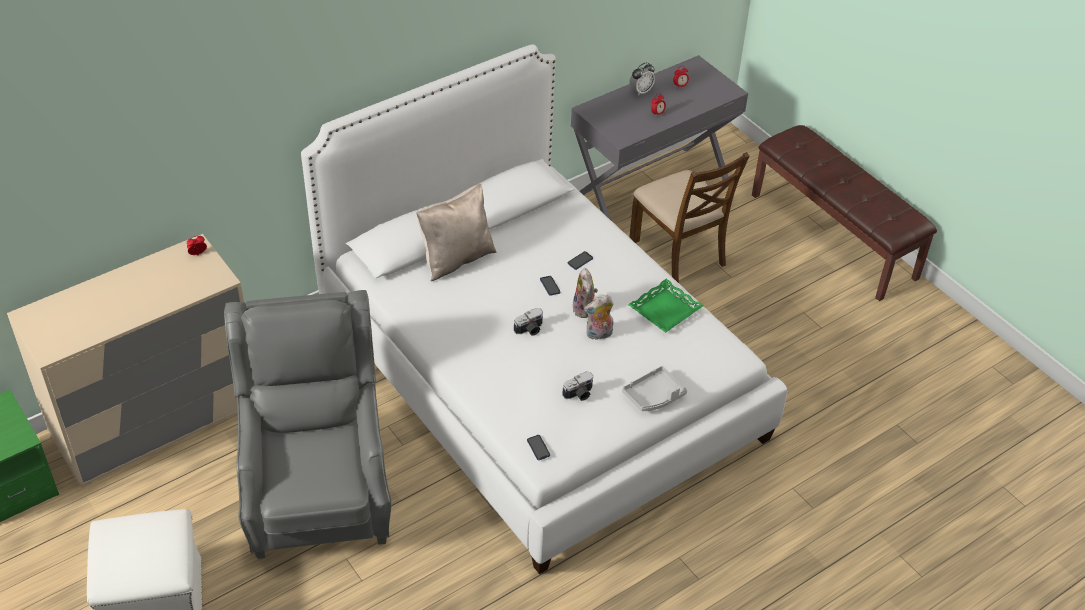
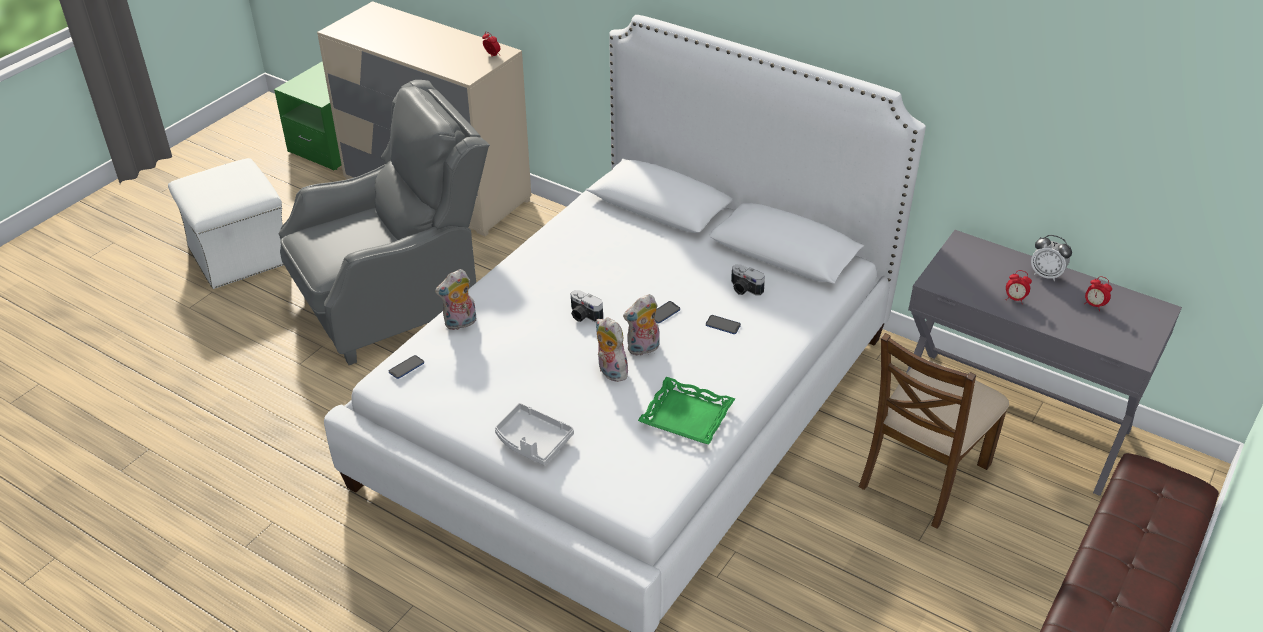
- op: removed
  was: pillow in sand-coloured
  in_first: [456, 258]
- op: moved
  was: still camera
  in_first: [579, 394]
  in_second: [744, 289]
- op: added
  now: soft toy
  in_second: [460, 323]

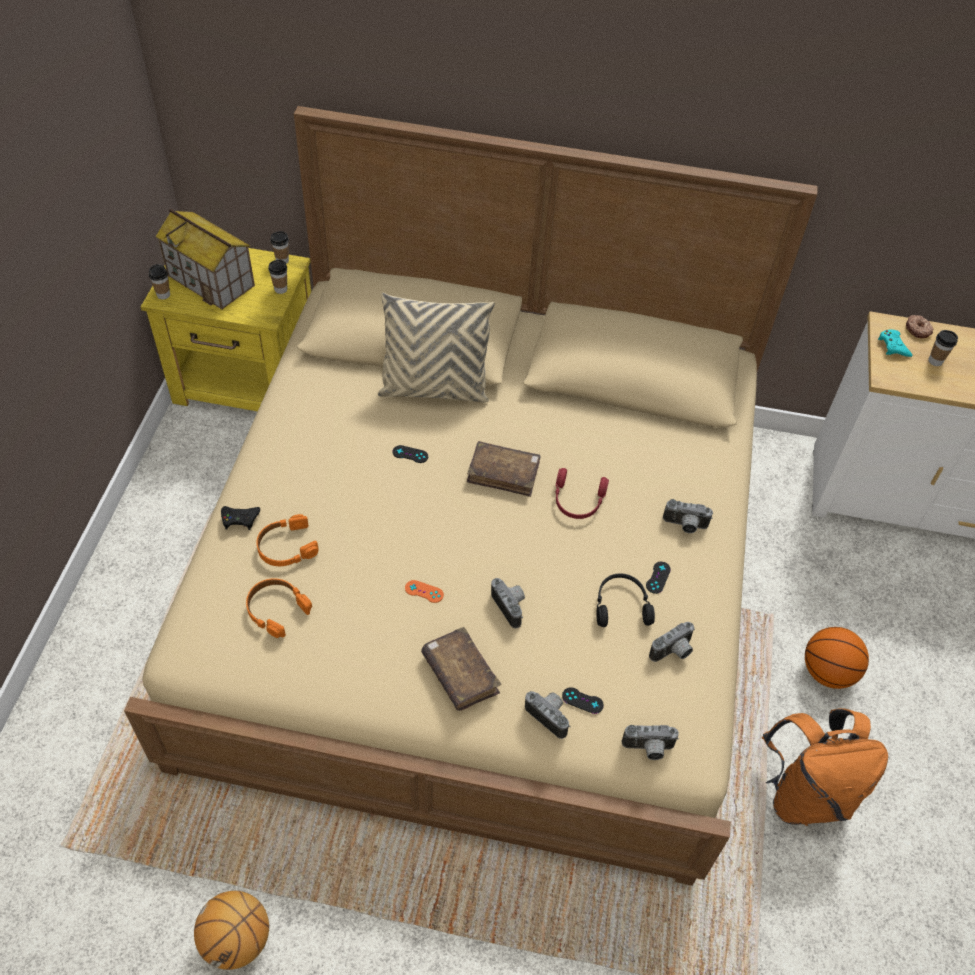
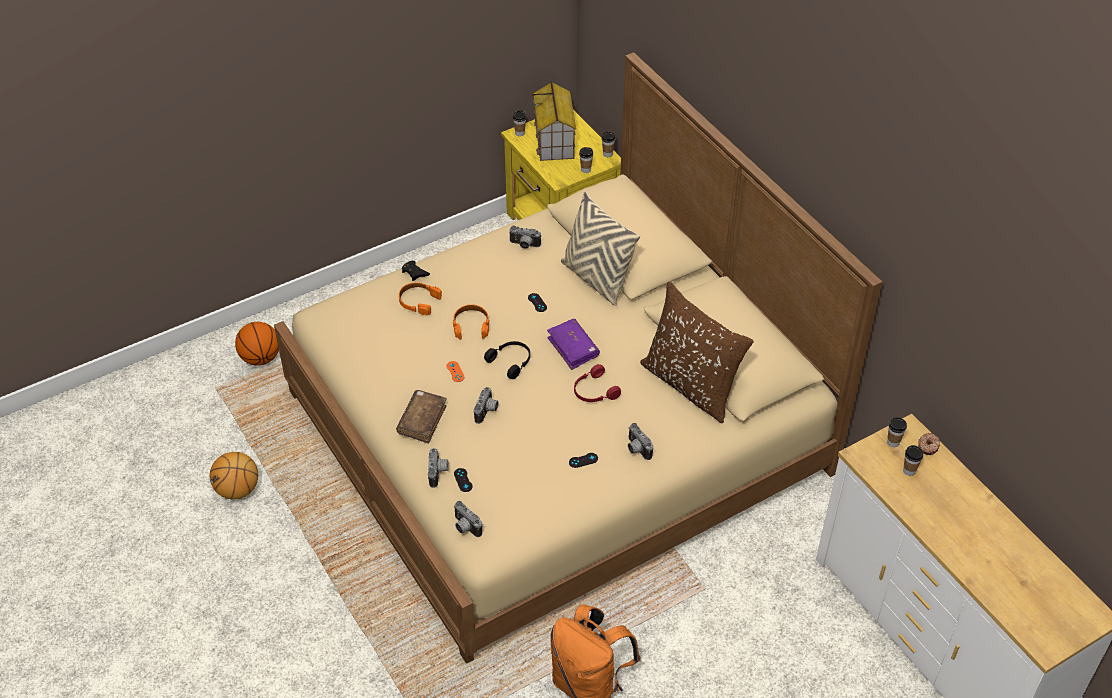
- op: moved
  was: headphones in orange
  in_first: [276, 609]
  in_second: [471, 325]
- op: recoloured
  was: bound book in brown-coloured
  now: bound book in purple-coloured
  in_first: [503, 474]
  in_second: [573, 348]
- op: moved
  was: headphones in black-coloured
  in_first: [621, 605]
  in_second: [511, 361]
- op: moved
  was: still camera
  in_first: [673, 652]
  in_second: [524, 245]
- op: moved
  was: basketball
  in_first: [827, 672]
  in_second: [260, 358]
- op: replaced
  was: game controller in turquoise-coloured
  now: small cup
  in_first: [893, 346]
  in_second: [893, 442]
- op: added
  now: pillow in brown-coloured
  in_second: [691, 385]

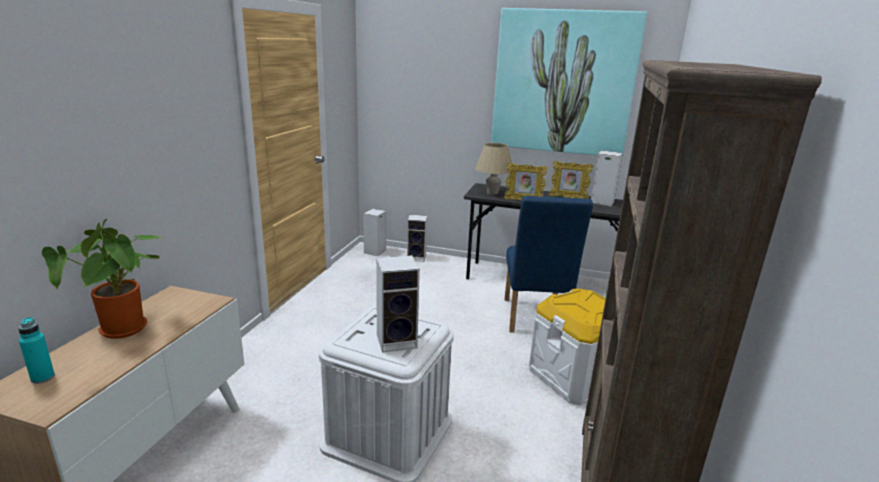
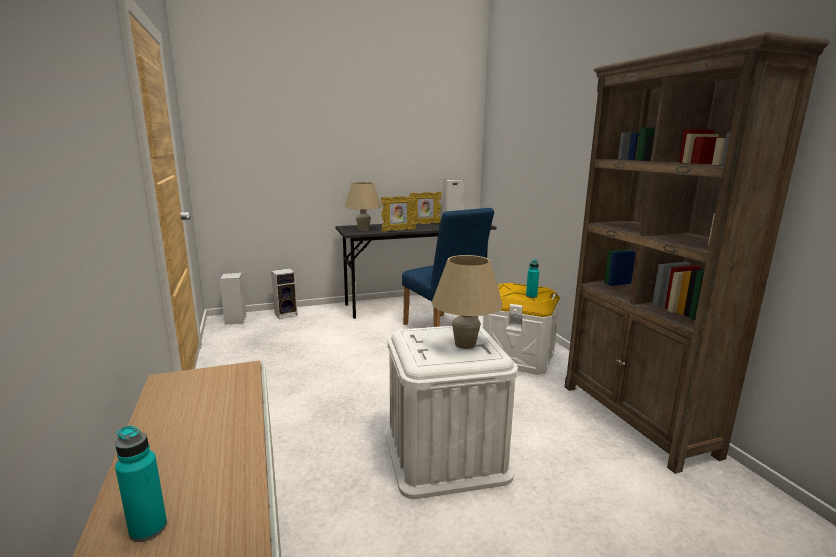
- op: removed
  was: plant in a pot
  in_first: [126, 331]
- op: replaced
  was: speaker
  now: table lamp in sand-coloured
  in_first: [398, 340]
  in_second: [465, 344]
- op: removed
  was: wall art
  in_first: [563, 83]
- op: added
  now: beverage bottle in turquoise-coloured
  in_second: [531, 296]

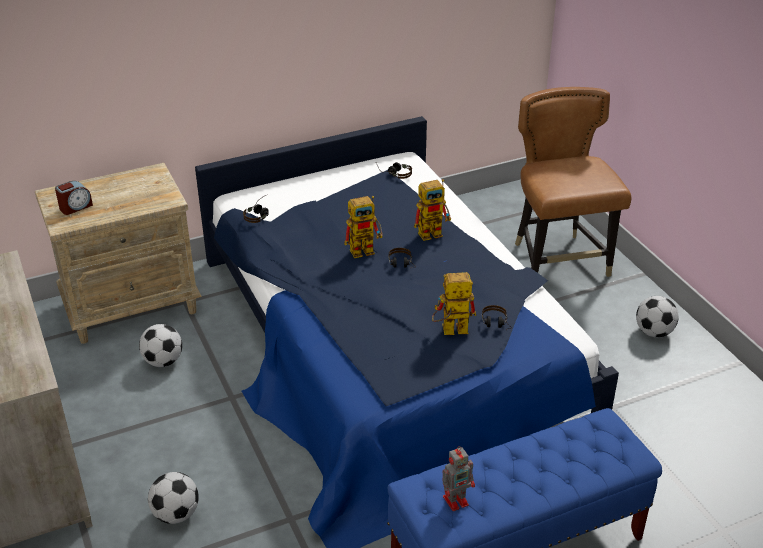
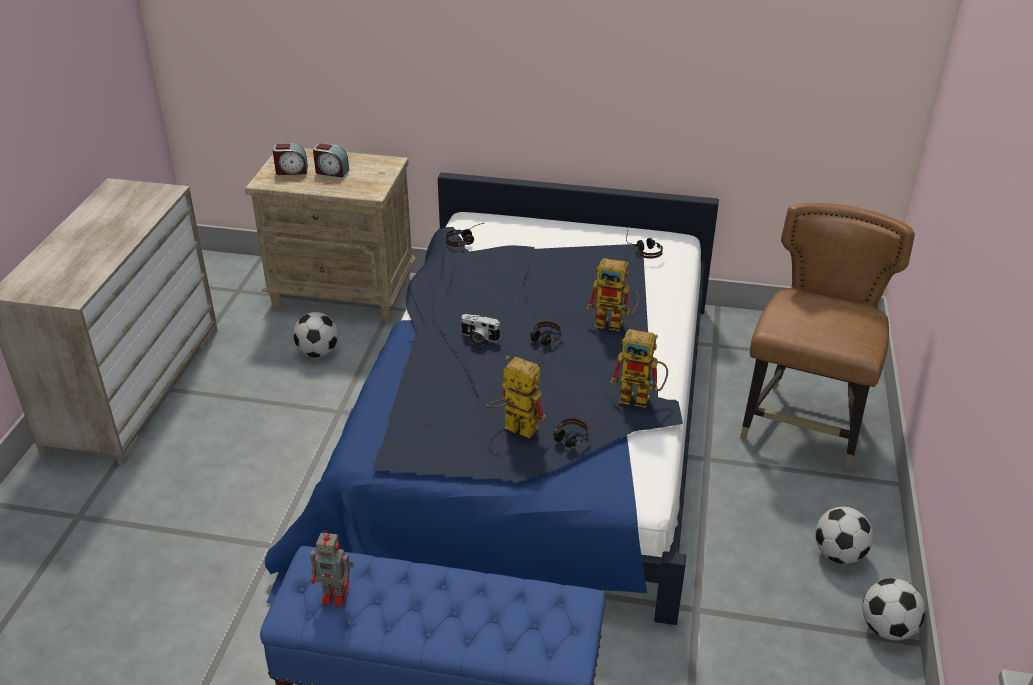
- op: moved
  was: football ball
  in_first: [176, 514]
  in_second: [887, 628]
- op: moved
  was: toy robot
  in_first: [366, 249]
  in_second: [641, 398]
- op: added
  now: alarm clock
  in_second: [331, 172]
- op: added
  now: still camera
  in_second: [478, 339]

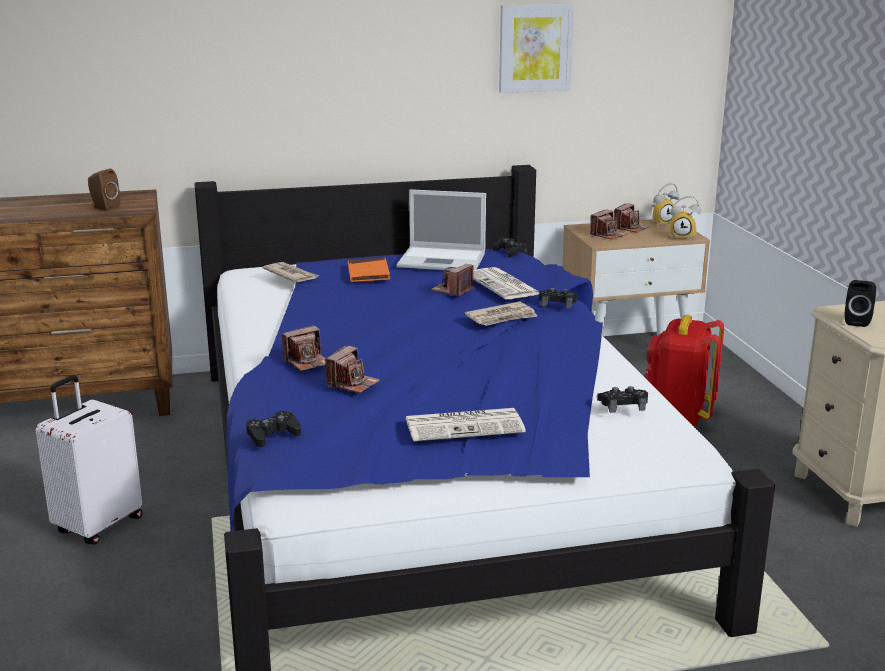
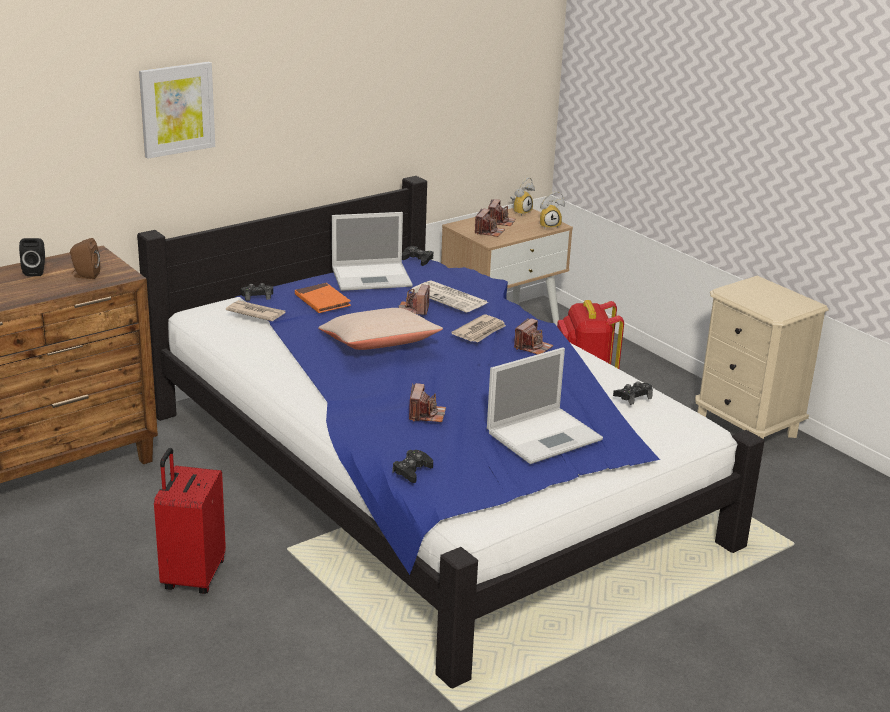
- op: recoloured
  was: suitcase in whitish
  now: suitcase in reddish
  in_first: [97, 525]
  in_second: [192, 576]
- op: moved
  was: still camera
  in_first: [307, 362]
  in_second: [533, 347]
- op: replaced
  was: daily paper
  now: notebook computer
  in_first: [465, 425]
  in_second: [545, 435]
- op: moved
  was: wall art
  in_first: [535, 48]
  in_second: [176, 109]
- op: moved
  was: game controller in black-coloured
  in_first: [557, 303]
  in_second: [257, 296]
- op: moved
  was: speaker in black-coloured
  in_first: [856, 321]
  in_second: [35, 271]
- op: added
  now: pillow in sand-coloured
  in_second: [379, 346]

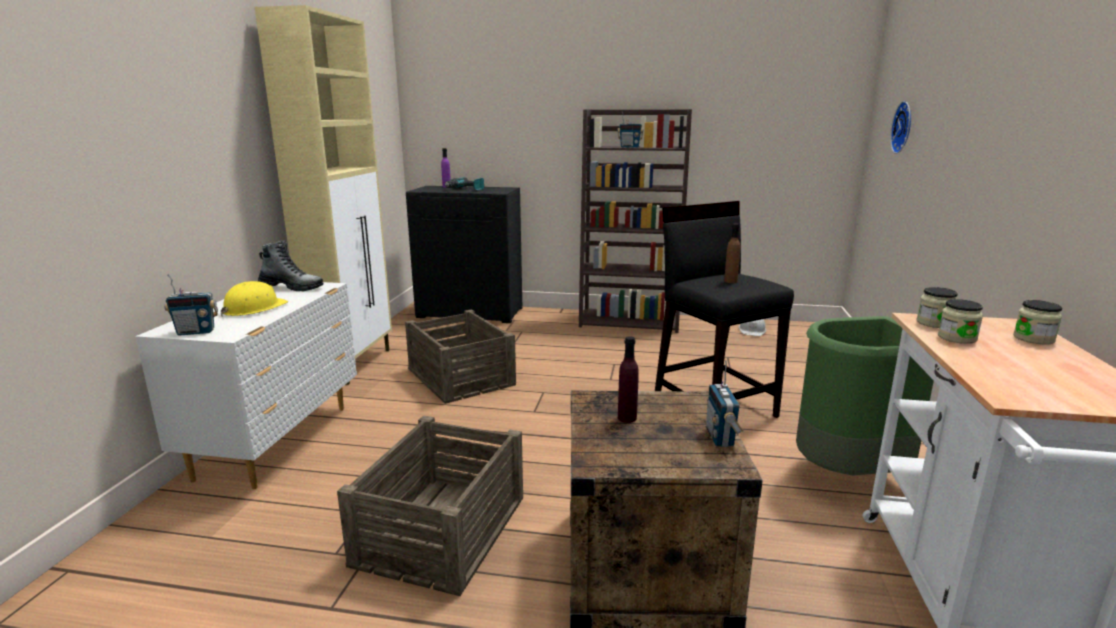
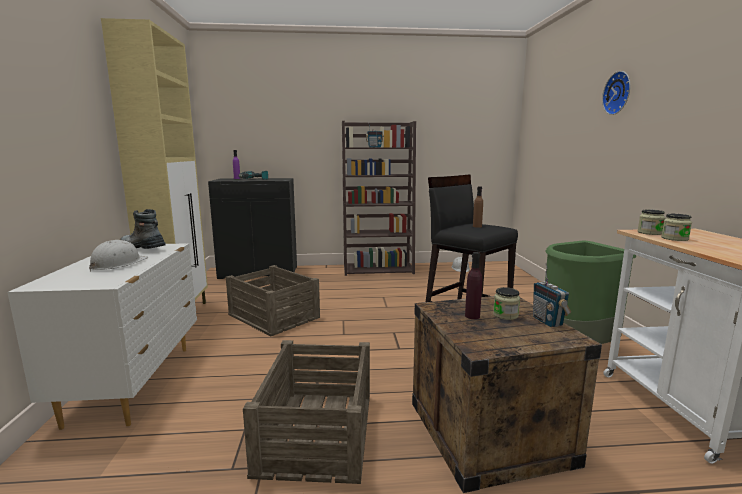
- op: removed
  was: radio
  in_first: [196, 332]
- op: recoloured
  was: work helmet in yellowish
  now: work helmet in whitish
  in_first: [254, 309]
  in_second: [118, 264]
- op: turned
  was: tall boot
  in_first: [292, 287]
  in_second: [142, 248]
  clockwise: -150
- op: moved
  was: wall clock
  in_first: [904, 127]
  in_second: [619, 93]
- op: moved
  was: jar
  in_first: [1033, 339]
  in_second: [505, 315]

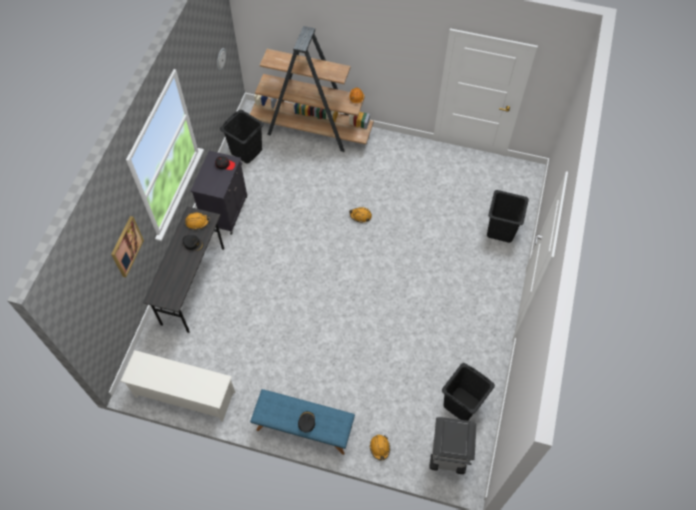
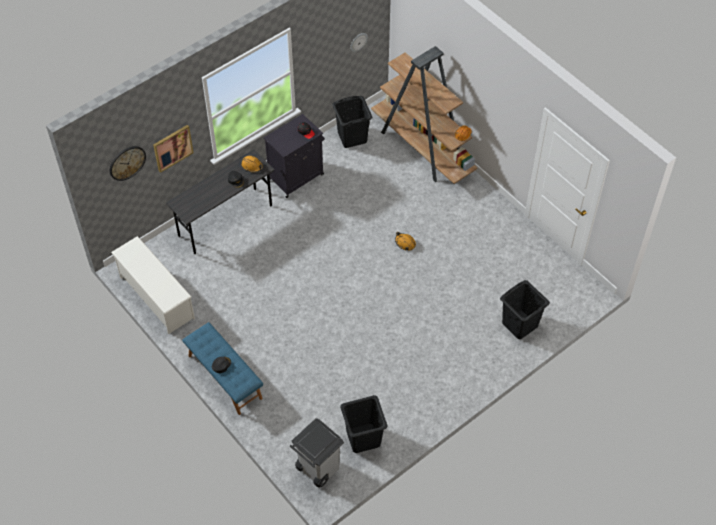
- op: removed
  was: work helmet in orange
  in_first: [380, 448]
- op: added
  now: wall clock
  in_second: [127, 162]

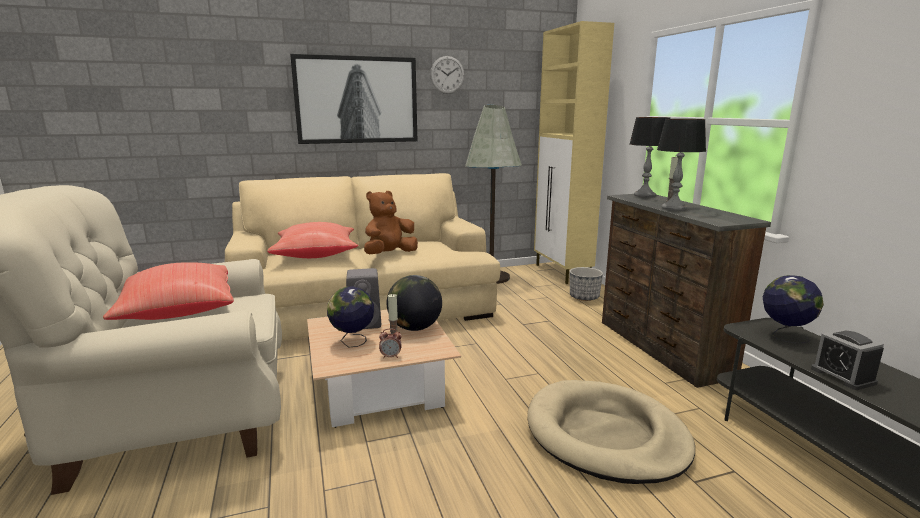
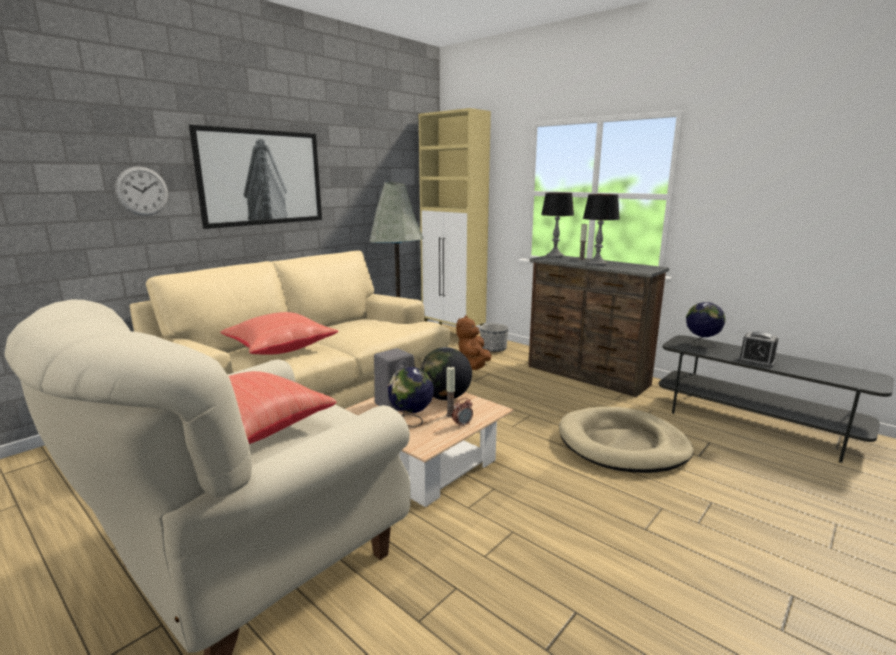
- op: moved
  was: soft toy in brown-coloured
  in_first: [389, 254]
  in_second: [473, 367]
- op: moved
  was: wall clock
  in_first: [447, 75]
  in_second: [142, 191]

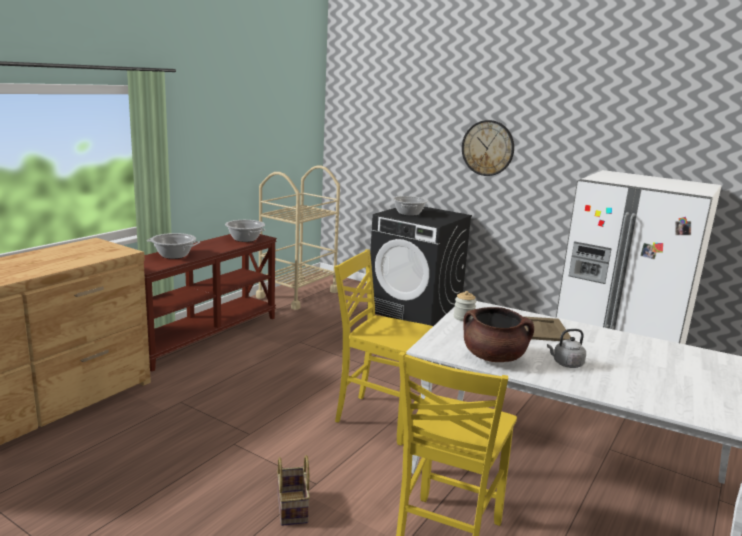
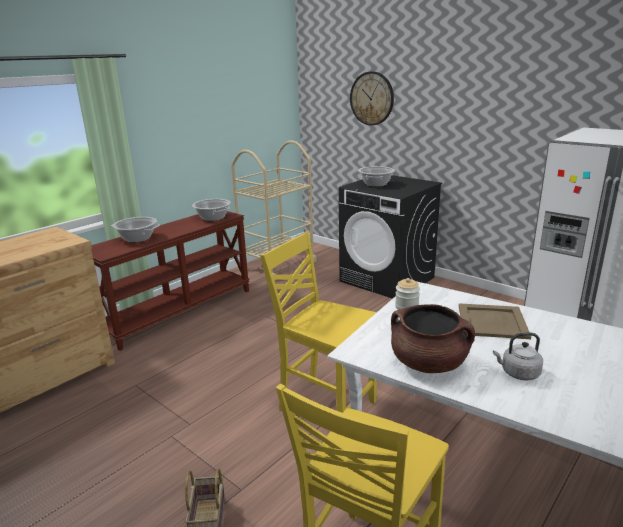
- op: moved
  was: wall clock
  in_first: [487, 148]
  in_second: [372, 98]

